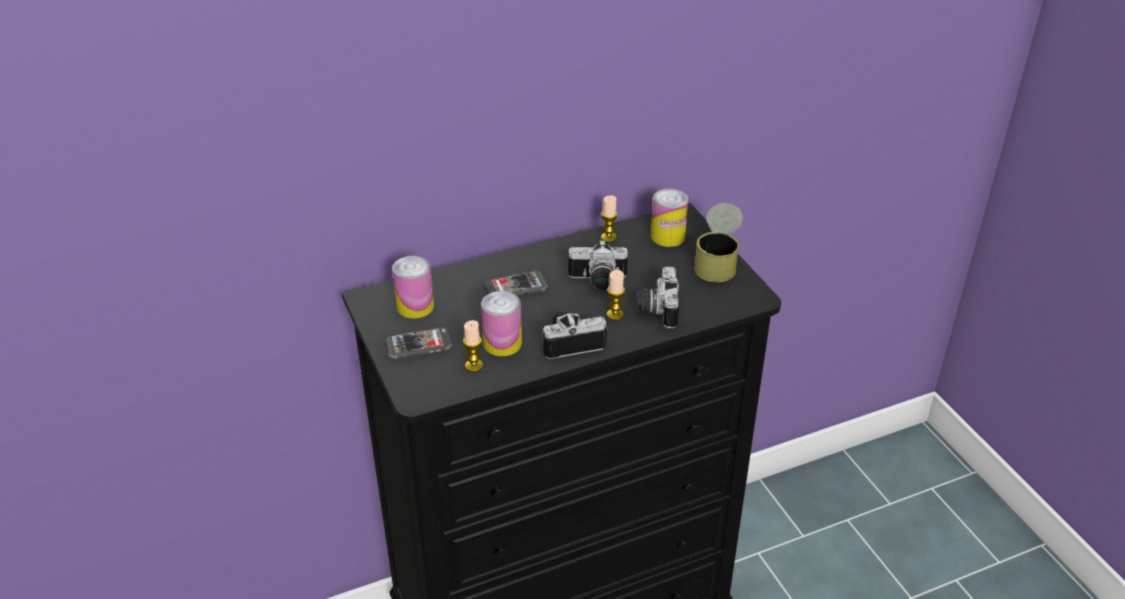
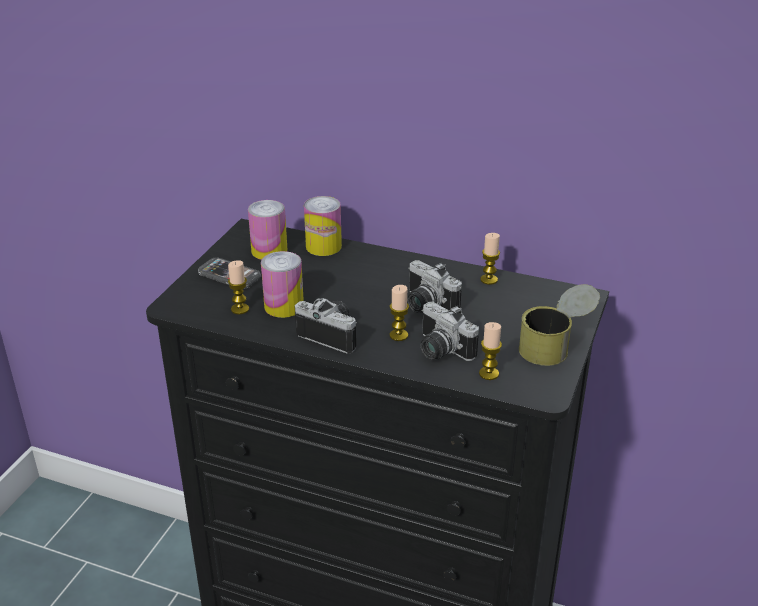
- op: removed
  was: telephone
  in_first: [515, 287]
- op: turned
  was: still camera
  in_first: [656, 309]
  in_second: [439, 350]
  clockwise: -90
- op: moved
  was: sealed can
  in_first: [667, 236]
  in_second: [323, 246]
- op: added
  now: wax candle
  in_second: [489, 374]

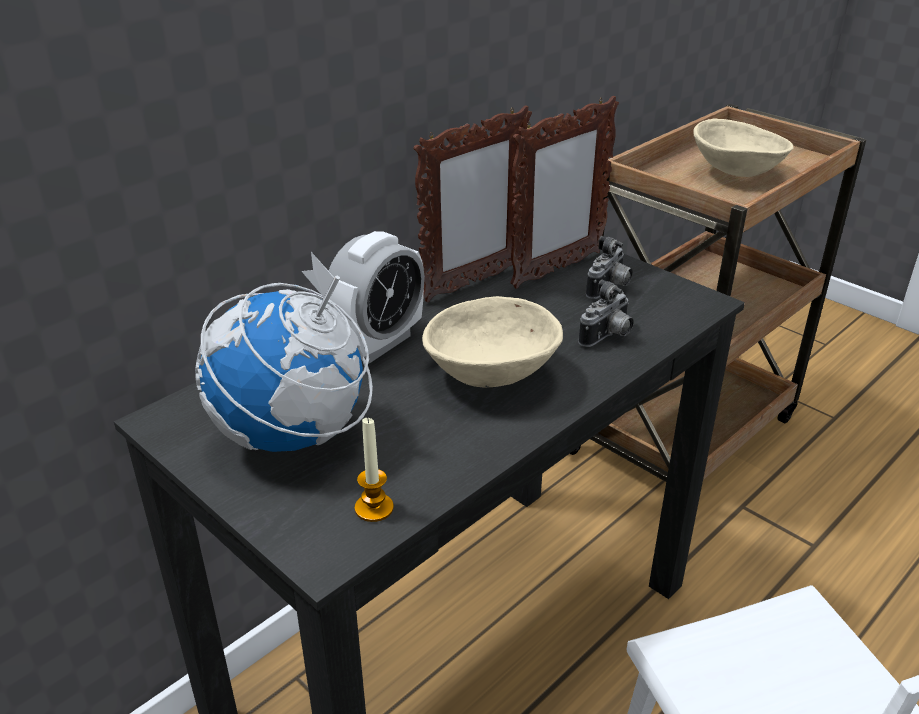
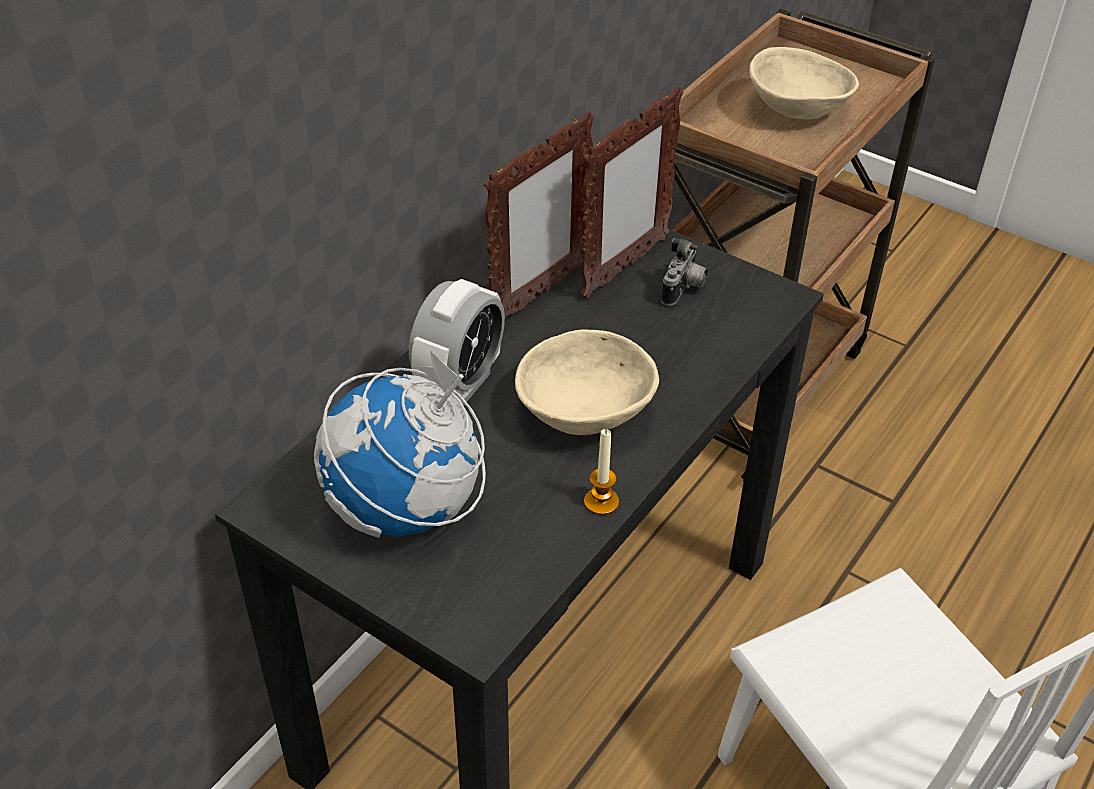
- op: moved
  was: wax candle
  in_first: [374, 508]
  in_second: [601, 502]
- op: removed
  was: still camera
  in_first: [608, 337]

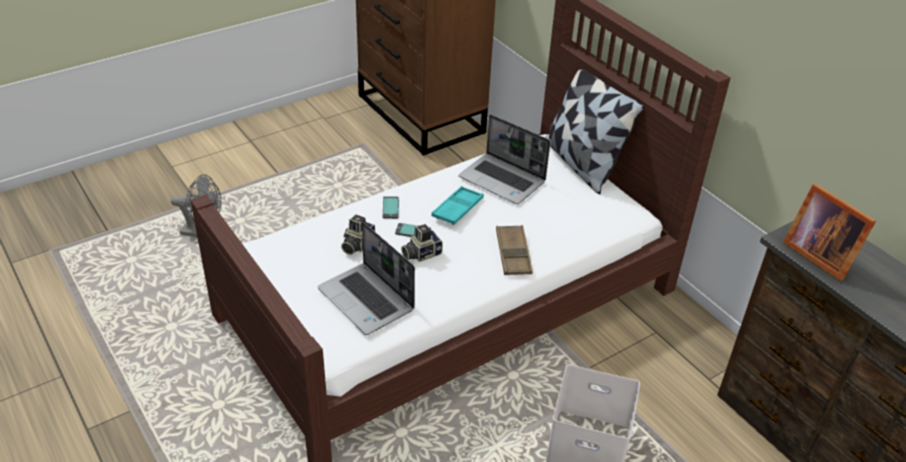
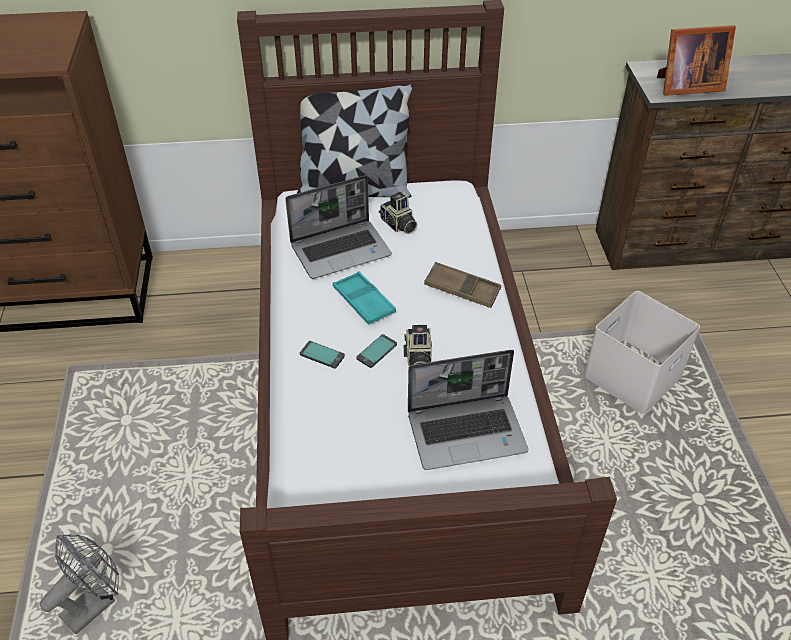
- op: moved
  was: still camera
  in_first: [356, 244]
  in_second: [398, 225]

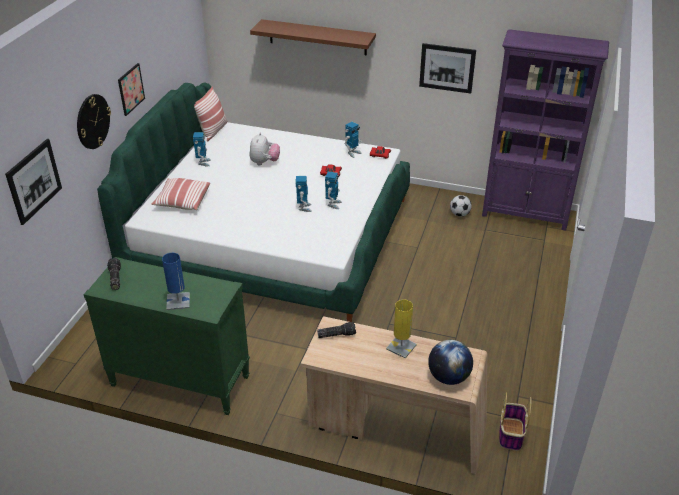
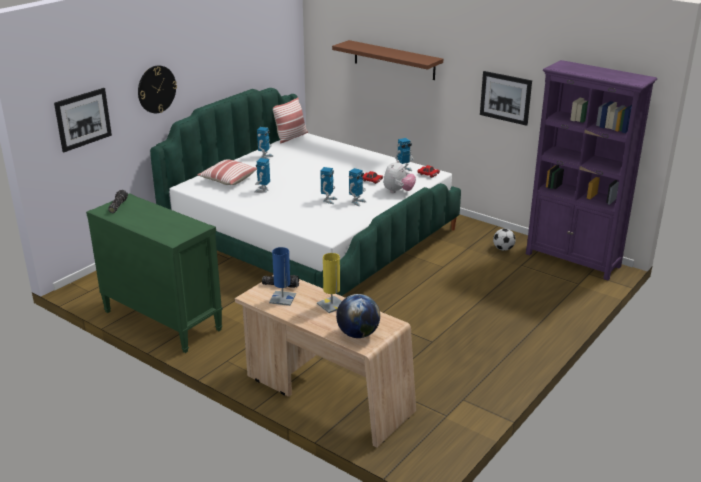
- op: removed
  was: wall art
  in_first: [131, 89]
- op: moved
  was: table lamp in blue
  in_first: [178, 301]
  in_second: [282, 298]
- op: moved
  was: soft toy
  in_first: [264, 162]
  in_second: [398, 191]
- op: removed
  was: household basket
  in_first: [511, 433]
- op: added
  now: toy robot
  in_second: [262, 190]

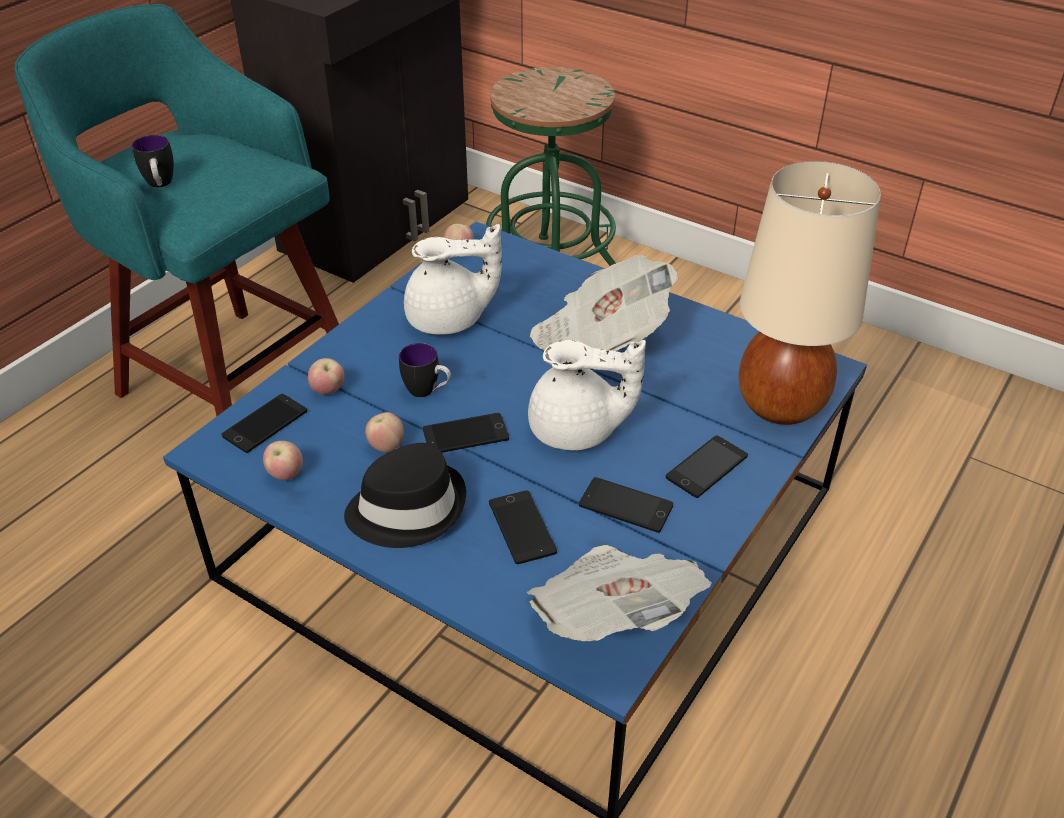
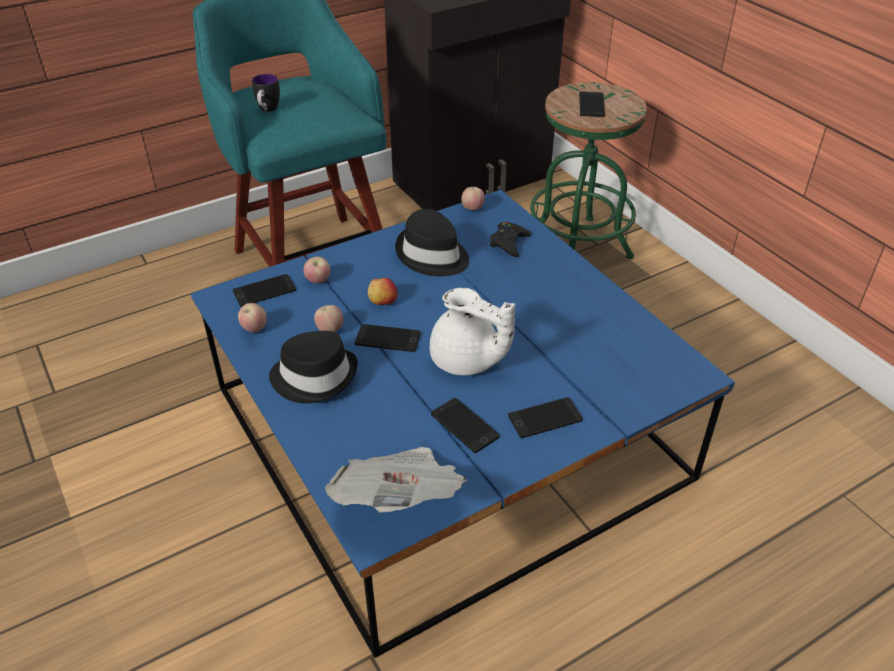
- op: replaced
  was: mug
  now: whole apple
  in_first: [427, 392]
  in_second: [382, 301]
- op: replaced
  was: teapot in whitish
  now: hat in black-coloured
  in_first: [449, 320]
  in_second: [432, 255]
- op: moved
  was: telephone
  in_first: [522, 527]
  in_second: [591, 105]
- op: removed
  was: daily paper
  in_first: [599, 341]
- op: removed
  was: table lamp in sand-coloured
  in_first: [779, 404]
- op: added
  now: game controller in black-coloured
  in_second: [509, 243]

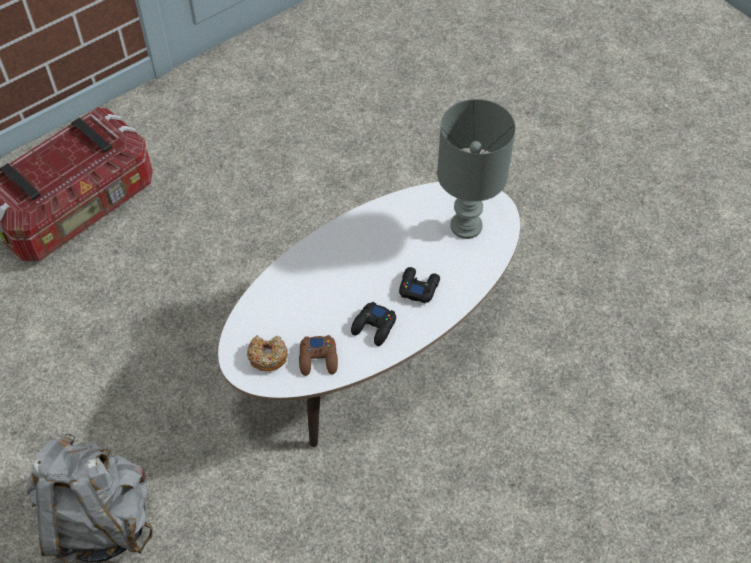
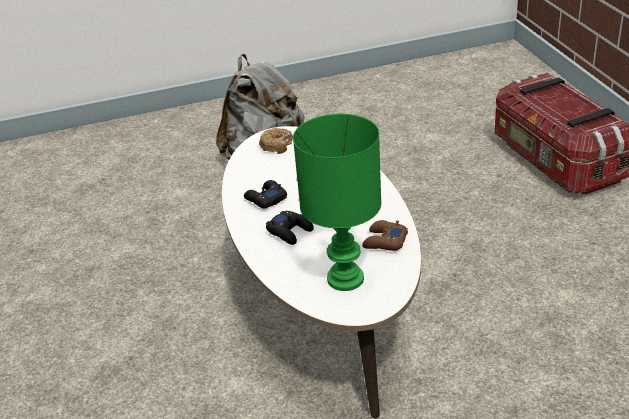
- op: moved
  was: game controller in brown-coloured
  in_first: [318, 359]
  in_second: [384, 241]
- op: recoloured
  was: table lamp in greyish
  now: table lamp in green
  in_first: [465, 227]
  in_second: [344, 278]

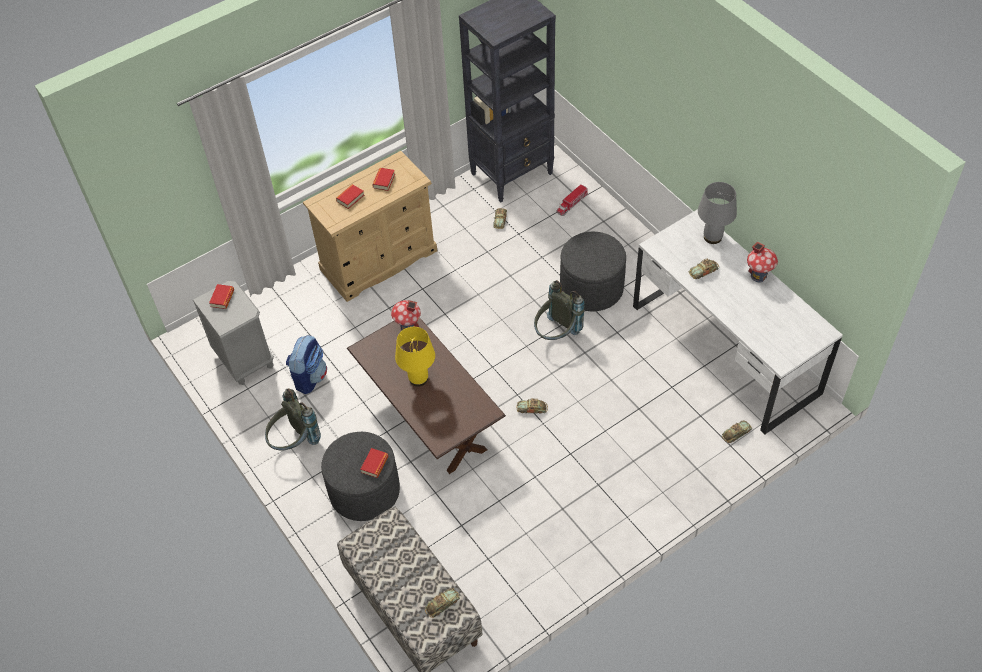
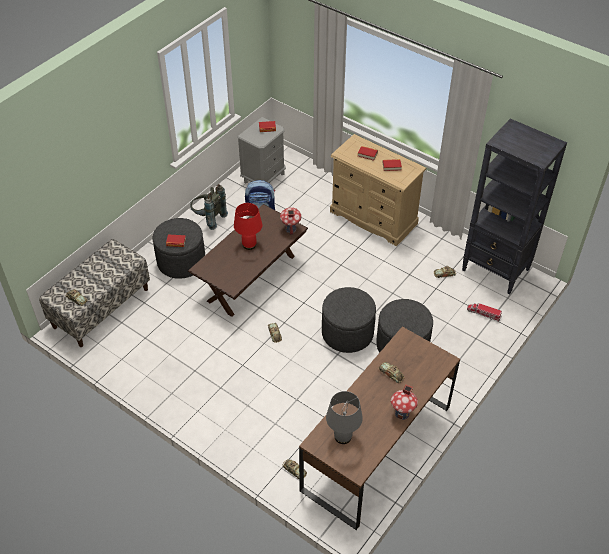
- op: recoloured
  was: table lamp in yellowish
  now: table lamp in reddish
  in_first: [418, 378]
  in_second: [249, 245]
- op: replaced
  was: knapsack in greyish
  now: footrest in greyish
  in_first: [556, 334]
  in_second: [347, 333]
- op: recoloured
  was: desk table in whitish
  now: desk table in brown-coloured
  in_first: [724, 349]
  in_second: [376, 447]
- op: moved
  was: table lamp in greyish
  in_first: [712, 237]
  in_second: [343, 436]

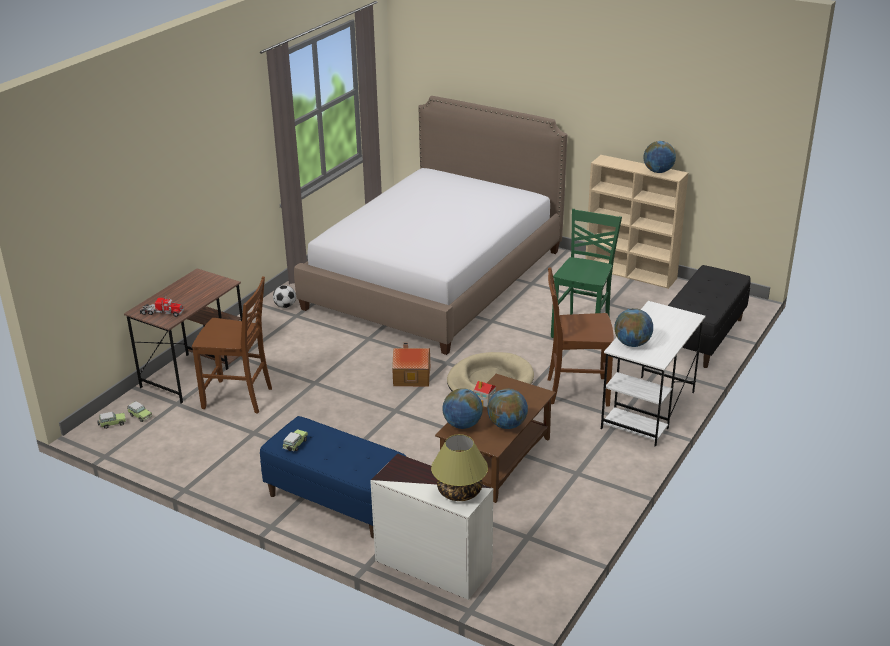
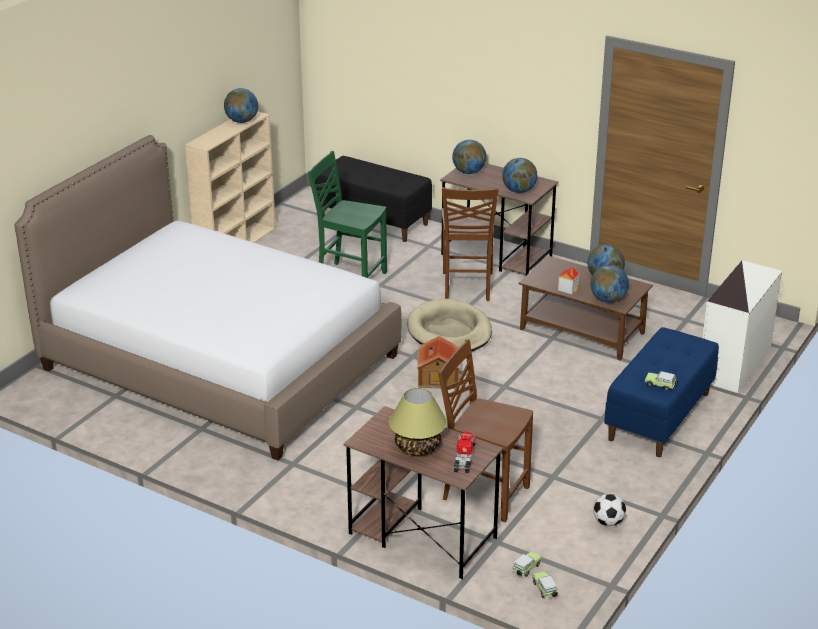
- op: turned
  was: upright chair in brown-coloured
  in_first: [239, 398]
  in_second: [484, 493]
  clockwise: -75
- op: moved
  was: football ball
  in_first: [285, 306]
  in_second: [608, 522]
- op: moved
  was: table lamp
  in_first: [459, 492]
  in_second: [418, 447]
- op: recoloured
  was: desk table in whitish
  now: desk table in brown-coloured
  in_first: [648, 410]
  in_second: [497, 256]
- op: added
  now: desk globe
  in_second: [469, 172]

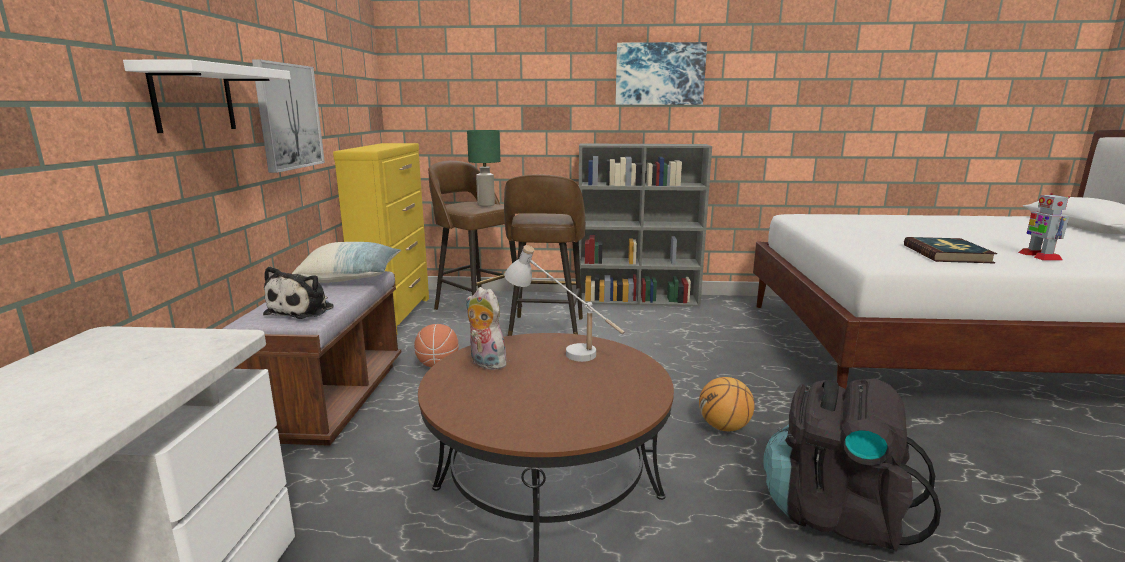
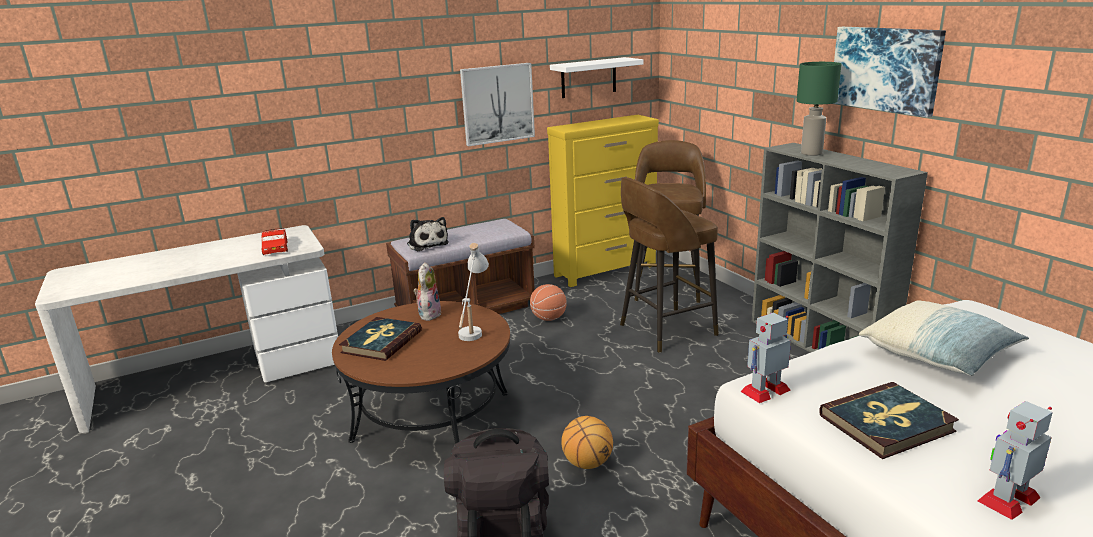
- op: moved
  was: shelf in whitish
  in_first: [193, 99]
  in_second: [588, 77]
- op: turned
  was: soft toy
  in_first: [303, 310]
  in_second: [427, 244]
  clockwise: -105
- op: moved
  was: pillow
  in_first: [351, 277]
  in_second: [938, 355]
- op: moved
  was: table lamp in green
  in_first: [486, 205]
  in_second: [811, 153]
- op: added
  now: model car in reddish
  in_second: [275, 248]
- op: added
  now: bound book
  in_second: [381, 342]
- op: added
  now: toy robot
  in_second: [765, 390]

